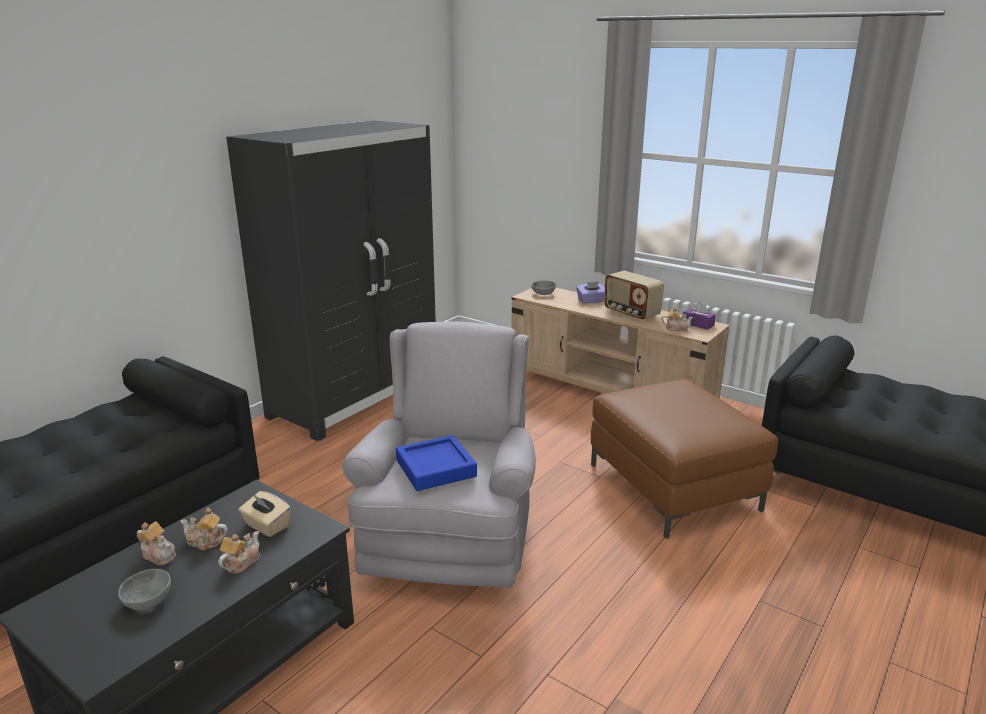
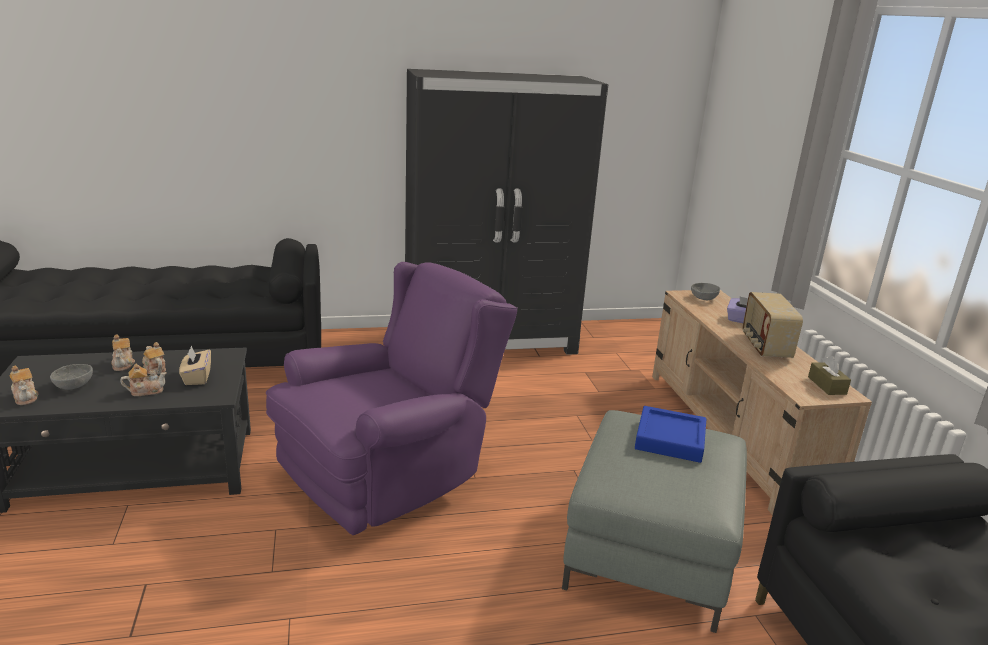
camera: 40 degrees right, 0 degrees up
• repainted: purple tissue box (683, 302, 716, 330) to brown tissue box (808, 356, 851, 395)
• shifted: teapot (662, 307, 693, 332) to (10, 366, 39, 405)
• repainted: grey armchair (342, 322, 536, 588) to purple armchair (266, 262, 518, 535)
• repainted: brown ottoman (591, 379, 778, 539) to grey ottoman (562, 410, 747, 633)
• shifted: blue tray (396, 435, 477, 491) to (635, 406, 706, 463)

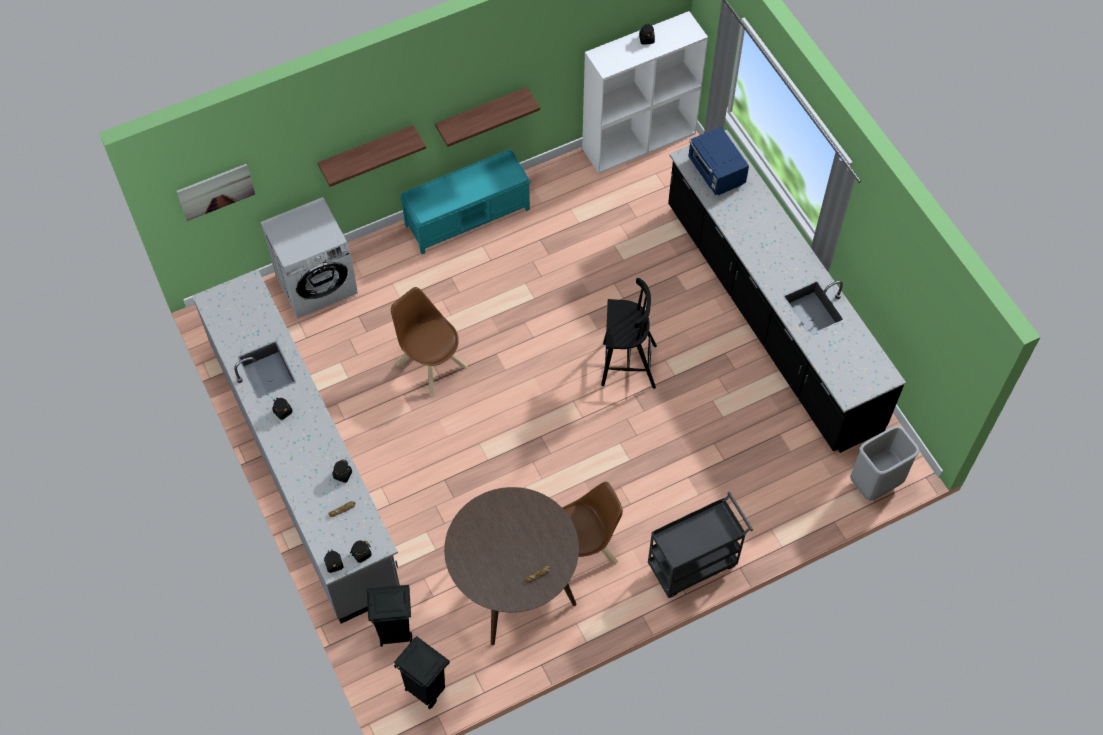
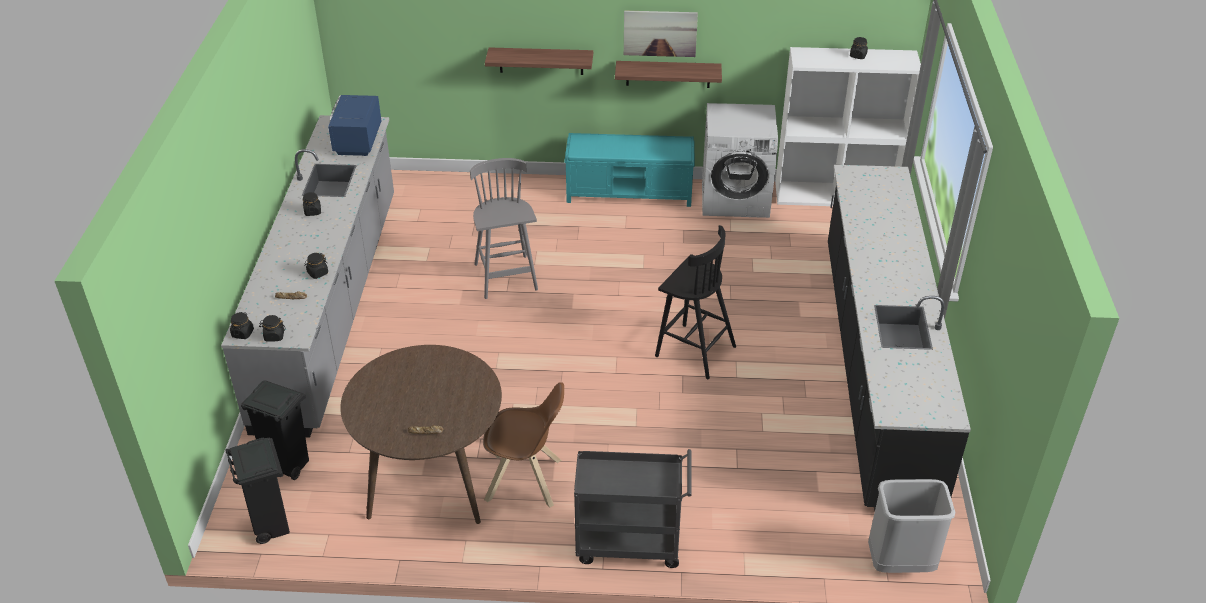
camera: 30 degrees right, 20 degrees down
• shifted: blue microwave (688, 127, 749, 195) to (328, 95, 381, 156)
• shifted: picture (177, 164, 255, 221) to (624, 10, 698, 57)
• shifted: white washing machine (261, 197, 358, 318) to (702, 103, 778, 218)
• swapped: brown chair (391, 287, 467, 397) to grey stool (470, 158, 538, 299)

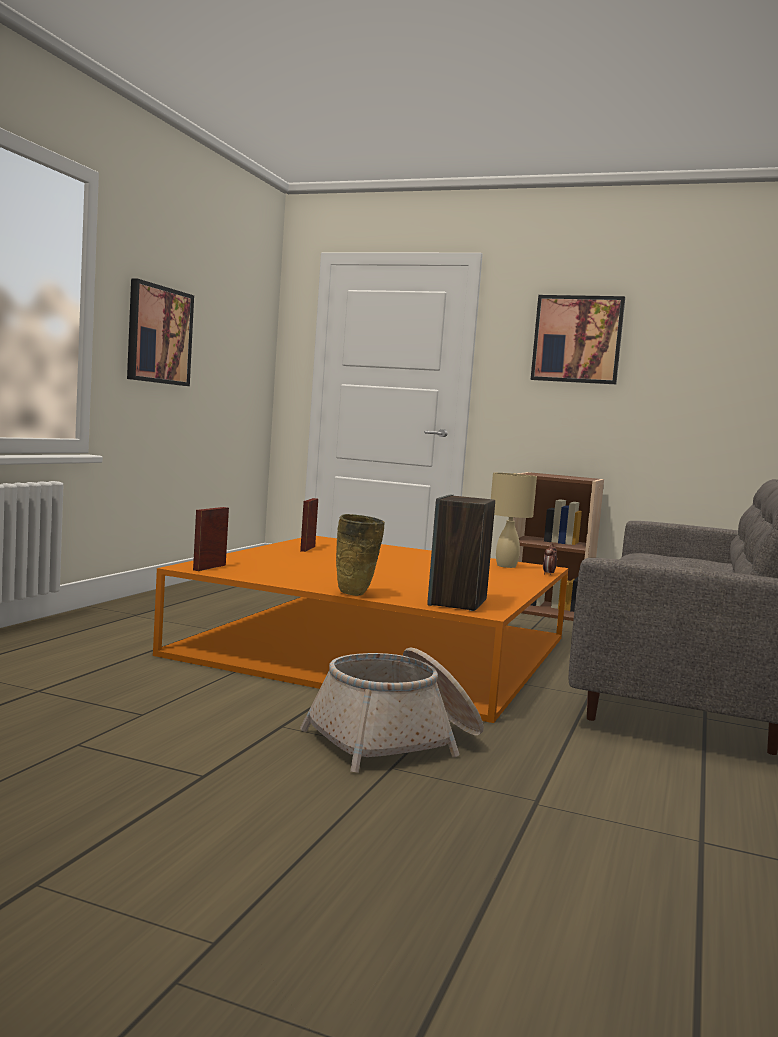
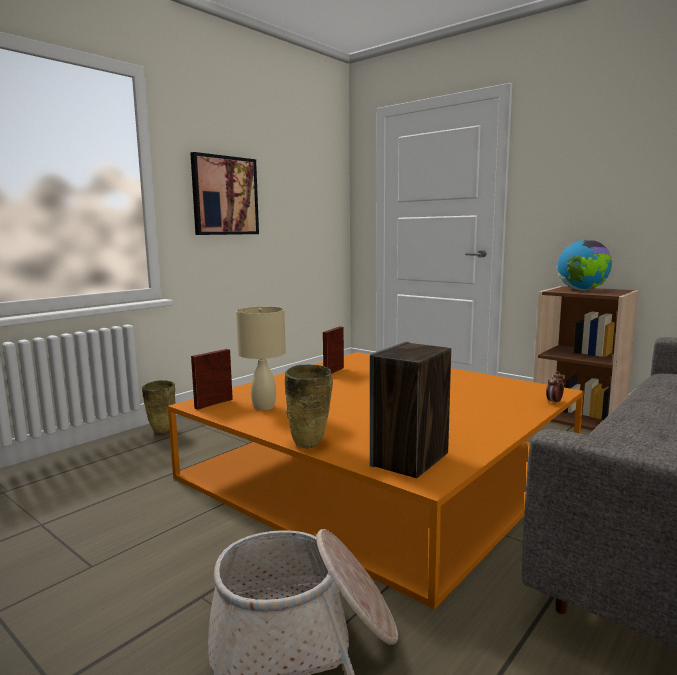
camera: 20 degrees right, 5 degrees up
• gone: picture (531, 295, 625, 384)
• shifted: beige table lamp (491, 473, 537, 568) to (236, 307, 286, 410)
• new: globe (558, 240, 612, 291)
• new: beige vase (142, 380, 175, 434)

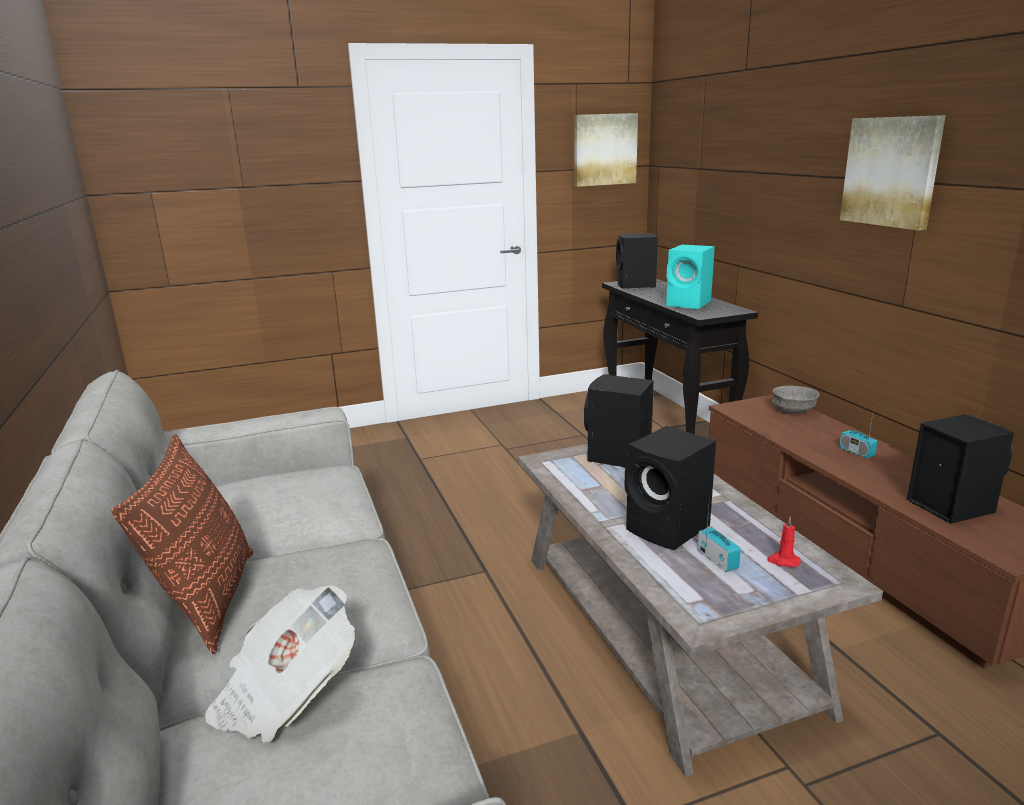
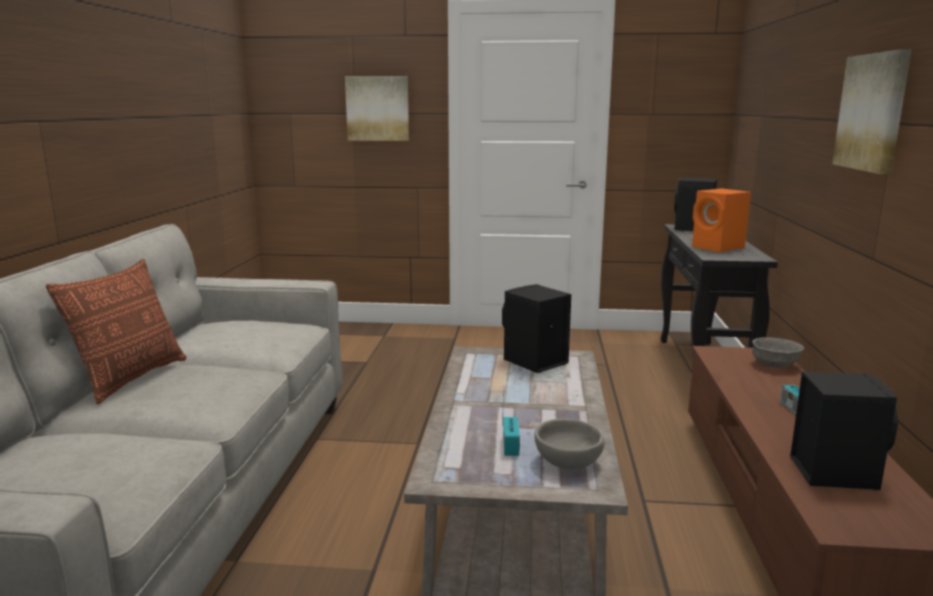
camera: 25 degrees right, 5 degrees down
• shifted: picture (574, 113, 638, 187) to (345, 76, 409, 141)
• repainted: turquoise speaker (666, 245, 715, 309) to orange speaker (692, 188, 751, 252)
• gone: black speaker (624, 426, 716, 550)
• swapped: red candle (767, 517, 801, 567) to grey bowl (534, 419, 605, 469)
• gone: newspaper (205, 586, 355, 743)

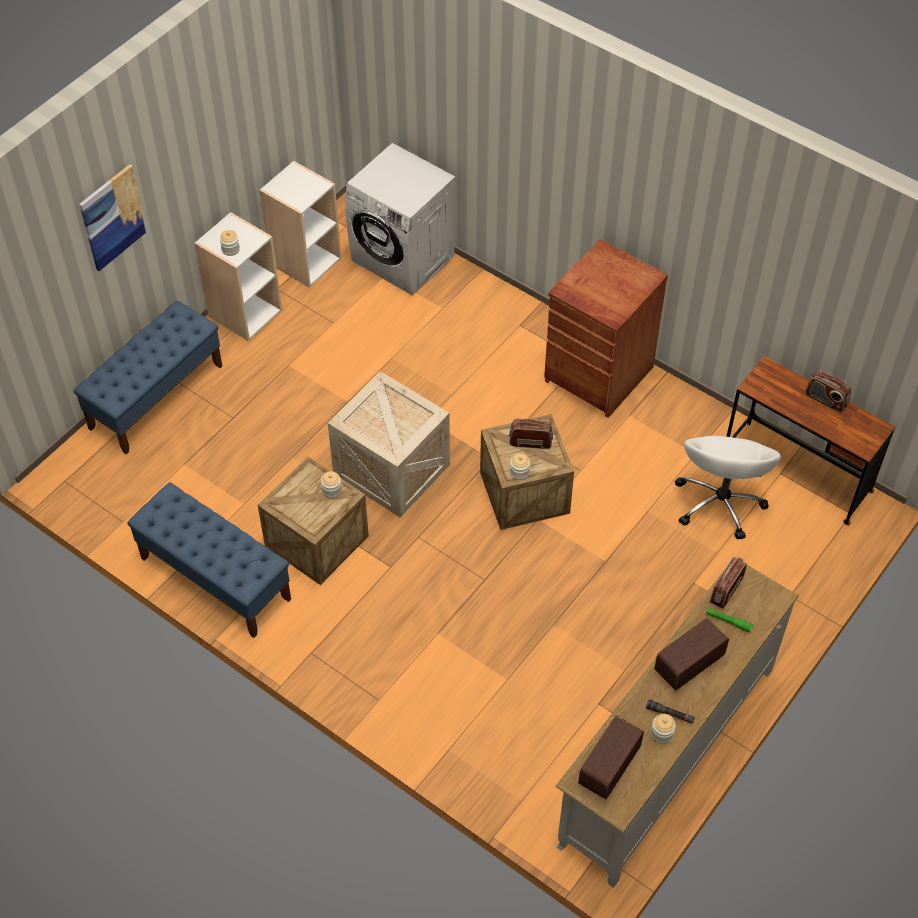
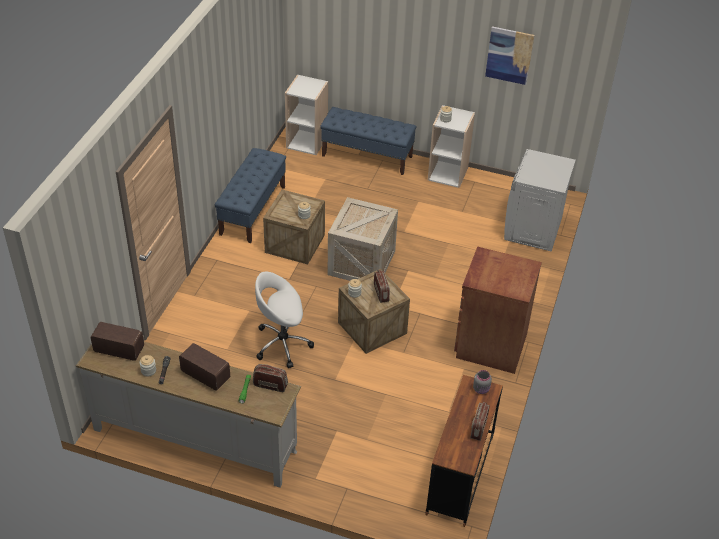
camera: 70 degrees right, 10 degrees down
• shifted: bookcase (259, 161, 341, 288) to (285, 75, 328, 155)
• shifted: picture (79, 164, 147, 271) to (485, 26, 534, 85)
• shifted: white office chair (675, 436, 781, 539) to (255, 271, 314, 368)
• new: grey jar (473, 370, 492, 394)

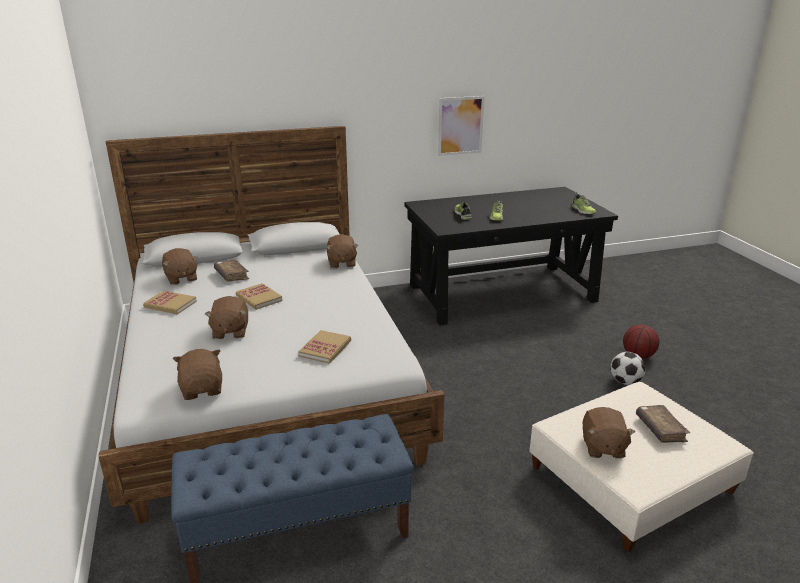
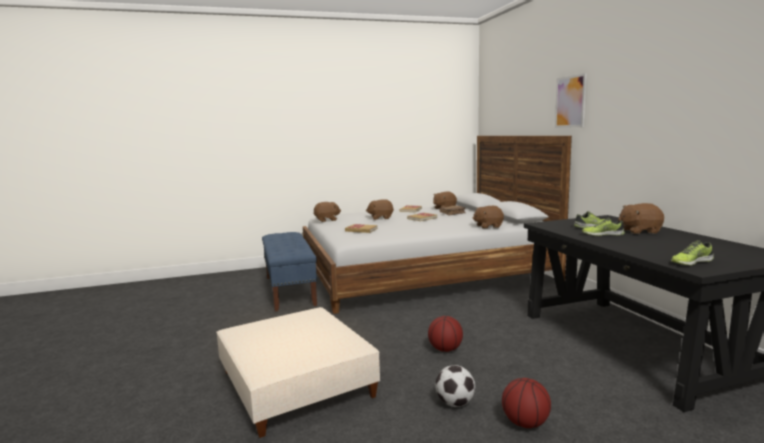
camera: 90 degrees right, 15 degrees down
• shifted: picture (438, 96, 485, 156) to (555, 73, 586, 128)
• gone: brown book (636, 405, 690, 443)
• shifted: brown plush toy (583, 407, 635, 459) to (618, 203, 664, 234)
• new: basketball (428, 316, 463, 352)

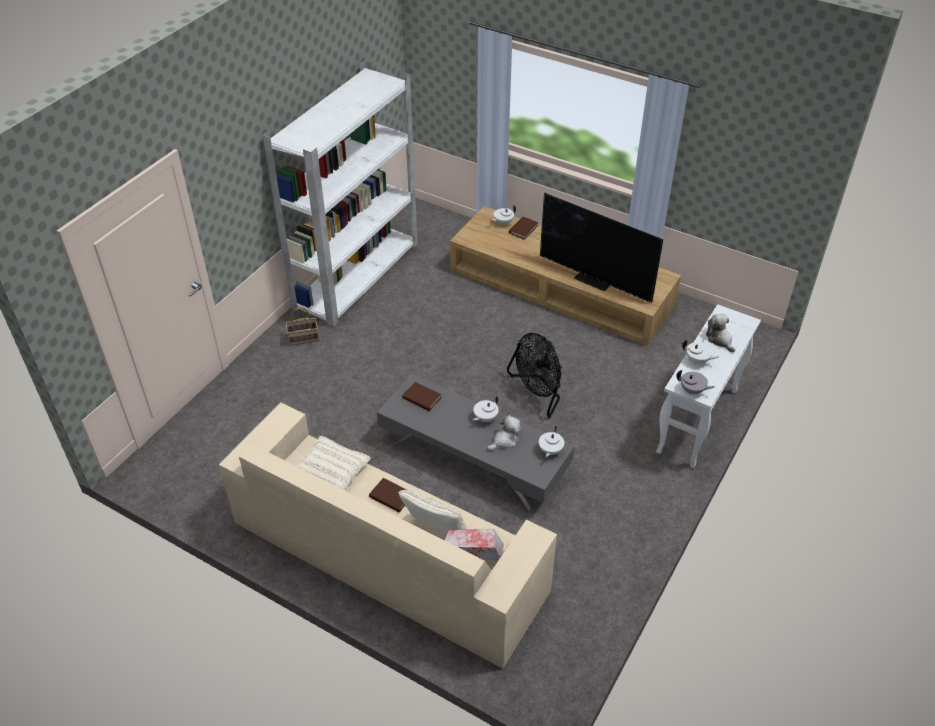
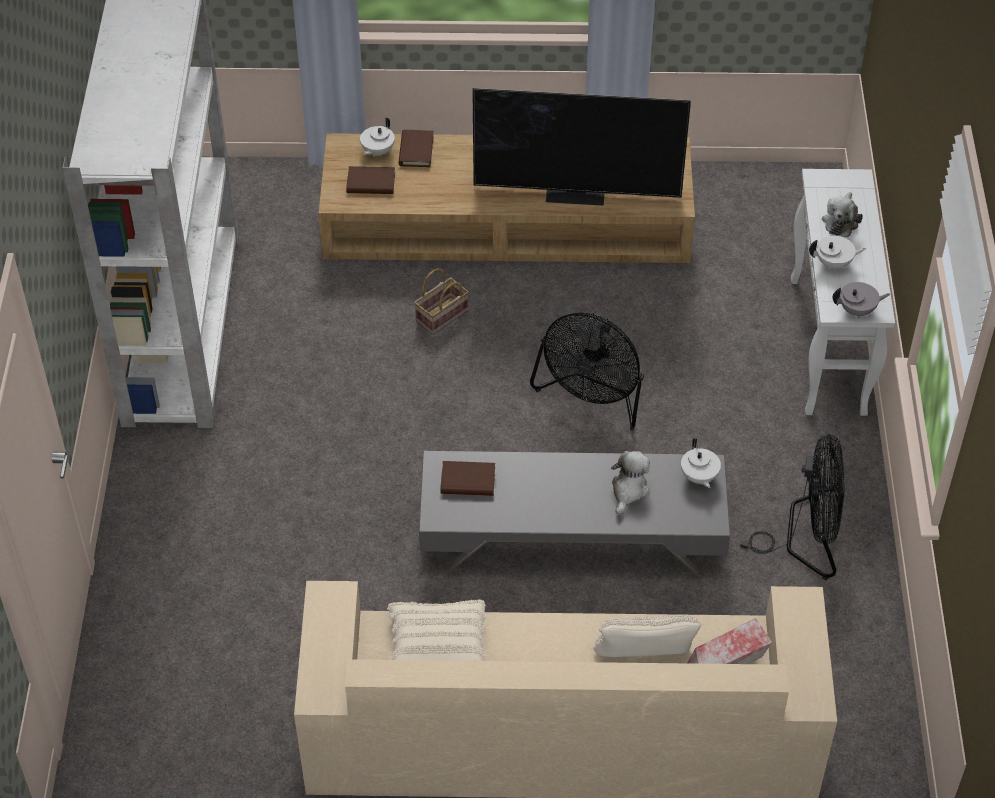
camera: 30 degrees left, 5 degrees up
• shifted: basket (285, 308, 319, 346) to (414, 269, 469, 335)
• rotated: plush toy (706, 314, 735, 352) = (822, 192, 863, 237) 105 degrees counterclockwise
• gone: white teapot (473, 396, 499, 422)
• shifted: brown book (369, 478, 407, 512) to (346, 166, 395, 194)
• new: black fan (738, 434, 845, 581)

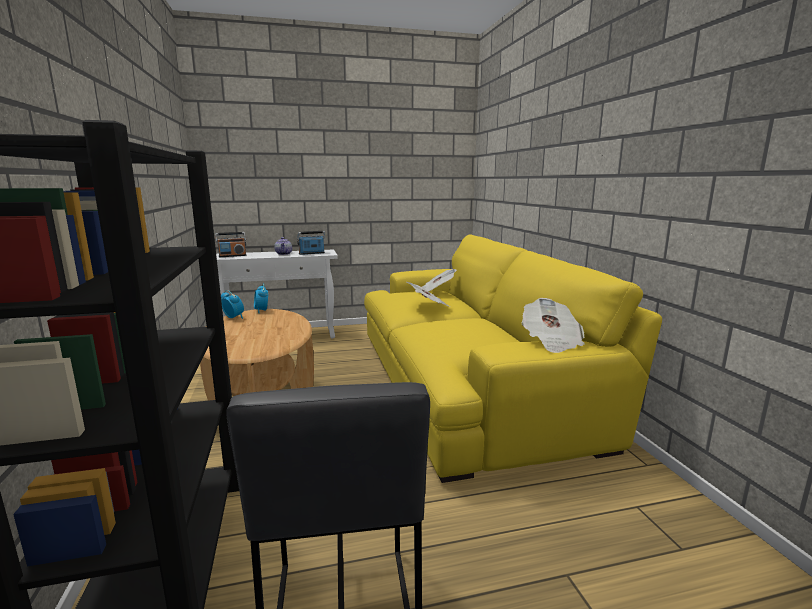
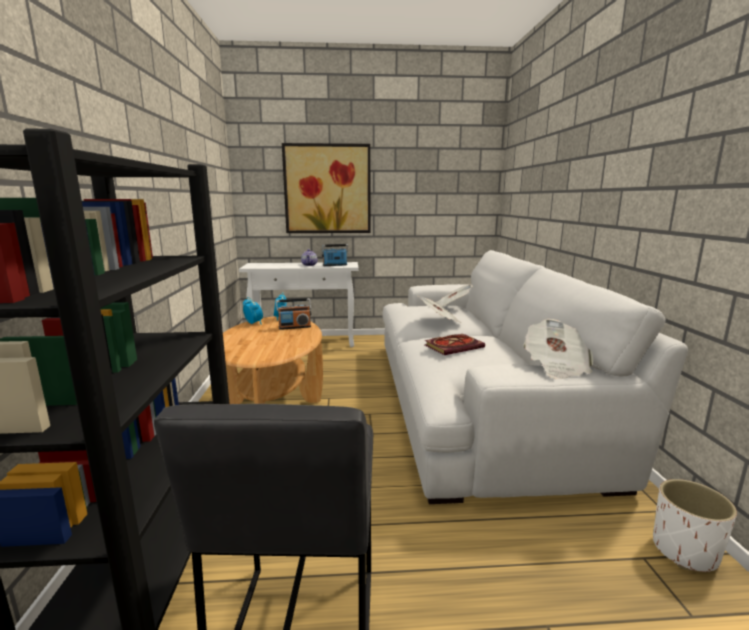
camera: 10 degrees right, 0 degrees up
• shifted: radio (215, 232, 247, 257) to (276, 298, 311, 330)
• repainted: yellow sofa (364, 234, 662, 483) to white sofa (382, 250, 688, 504)
• new: picture (282, 143, 371, 233)
• new: book (425, 334, 485, 355)
• new: white planter (653, 479, 737, 572)

